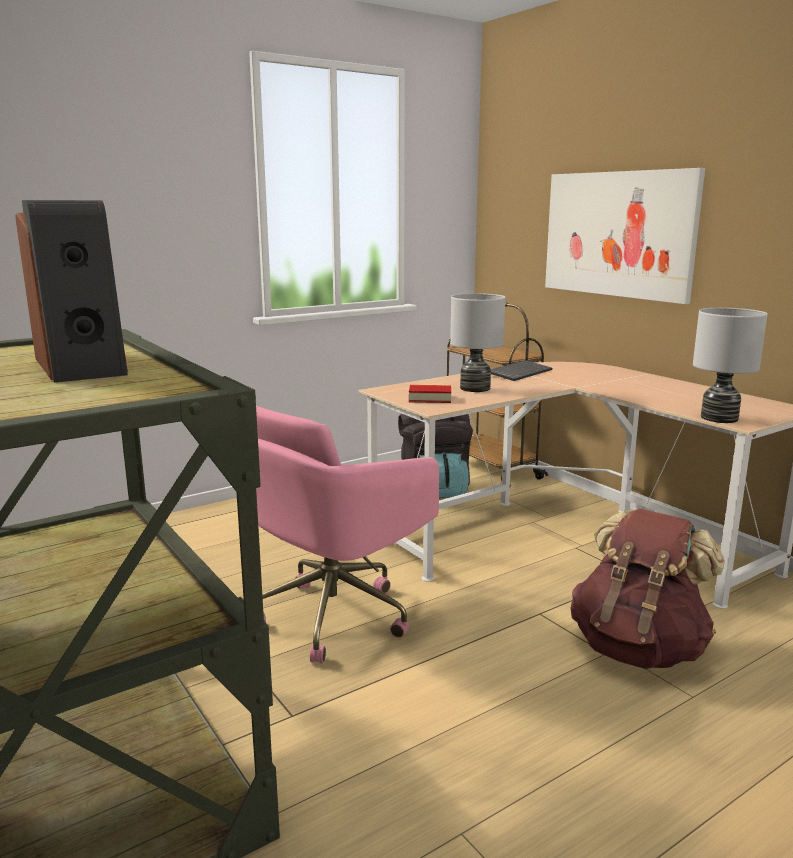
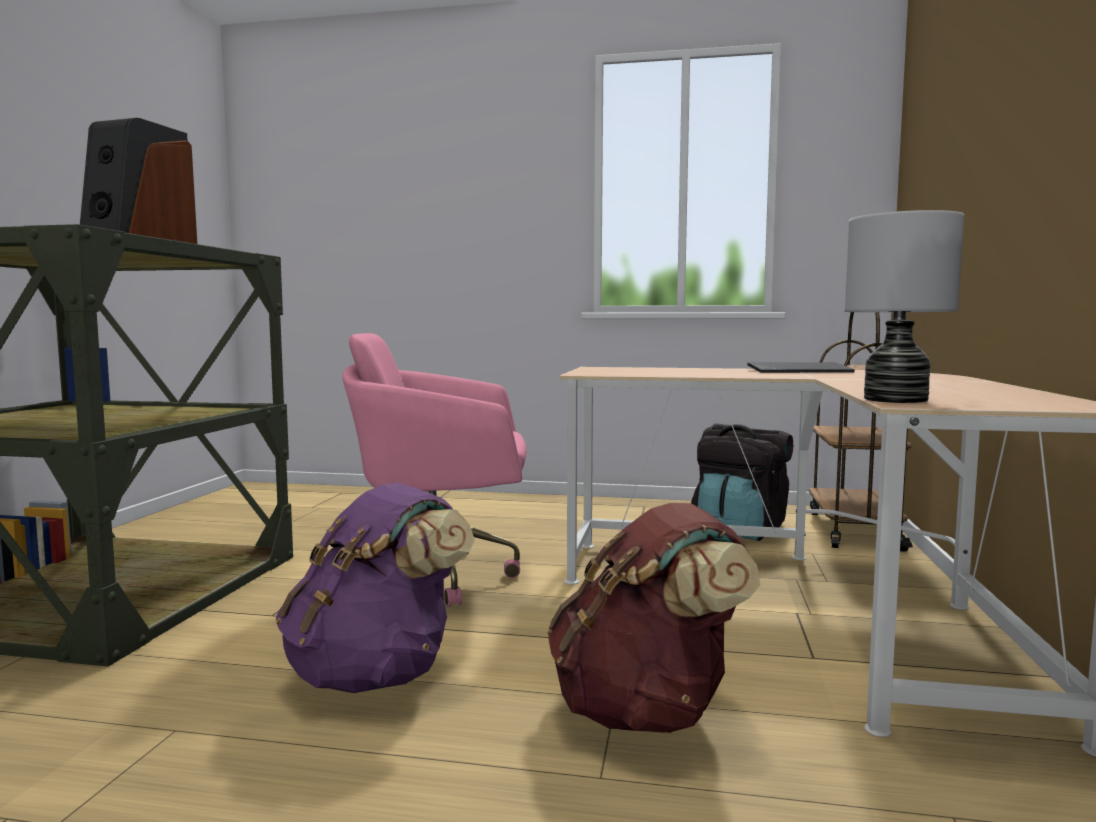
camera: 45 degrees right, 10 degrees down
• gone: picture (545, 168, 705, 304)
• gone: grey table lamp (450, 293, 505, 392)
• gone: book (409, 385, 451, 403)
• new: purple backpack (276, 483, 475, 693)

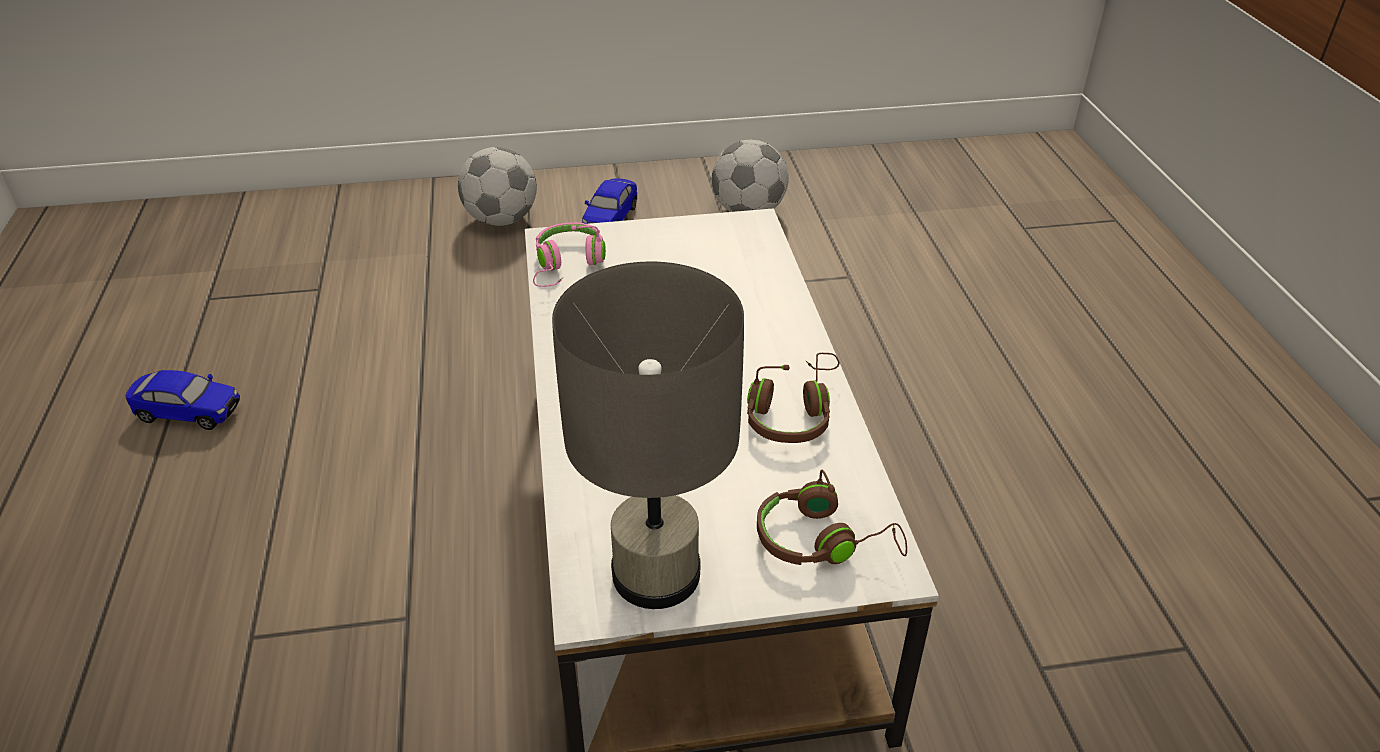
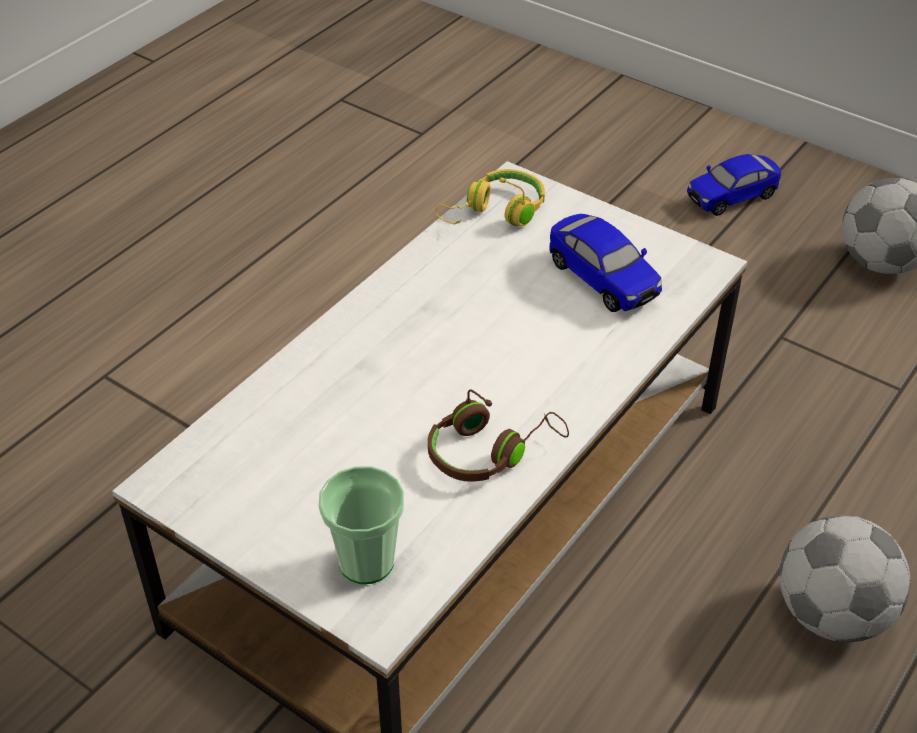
camera: 45 degrees right, 5 degrees up
• shifted: football (458, 147, 537, 226) to (779, 515, 911, 642)
• repainted: pink headphones (533, 222, 606, 287) to yellow headphones (435, 169, 545, 226)
• gone: grey table lamp (552, 262, 744, 609)
• shifted: toy car (125, 370, 240, 430) to (550, 214, 662, 312)
• swapped: brown headphones (757, 470, 907, 565) to cup (319, 466, 404, 584)

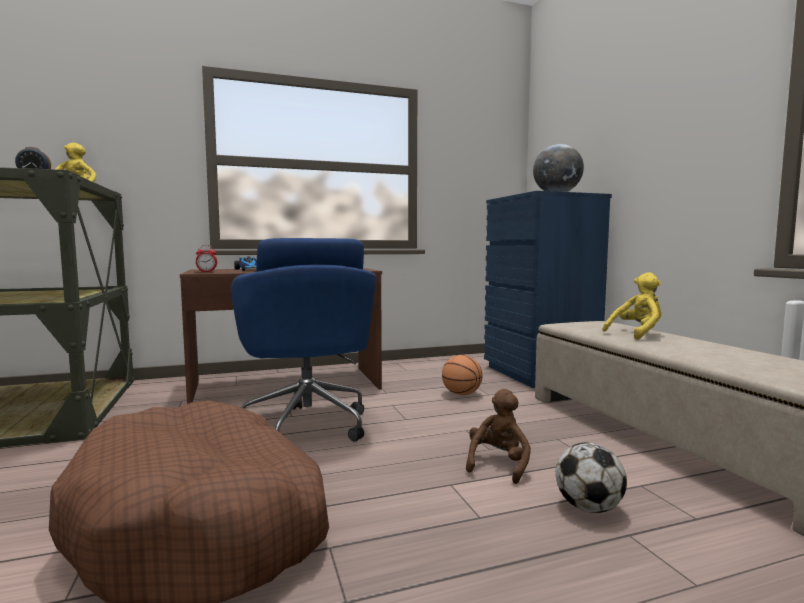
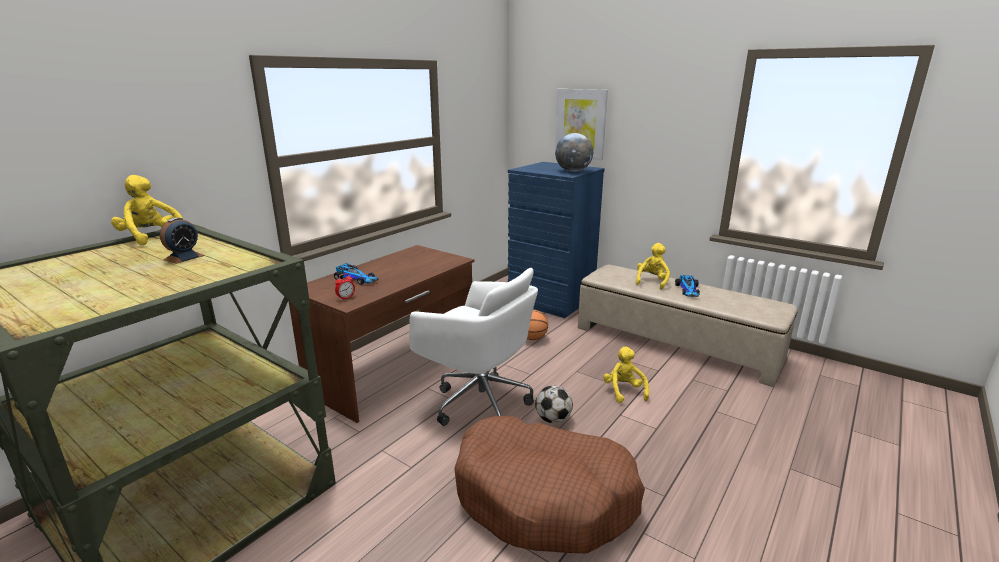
camera: 35 degrees left, 15 degrees up
• repainted: blue office chair (231, 238, 376, 442) to white office chair (409, 268, 538, 426)
• repainted: brown plush toy (466, 389, 531, 484) to yellow plush toy (603, 347, 649, 403)
• shifted: football (556, 442, 627, 513) to (535, 385, 573, 423)
• new: picture (555, 89, 608, 160)
• new: toy car (675, 275, 700, 297)

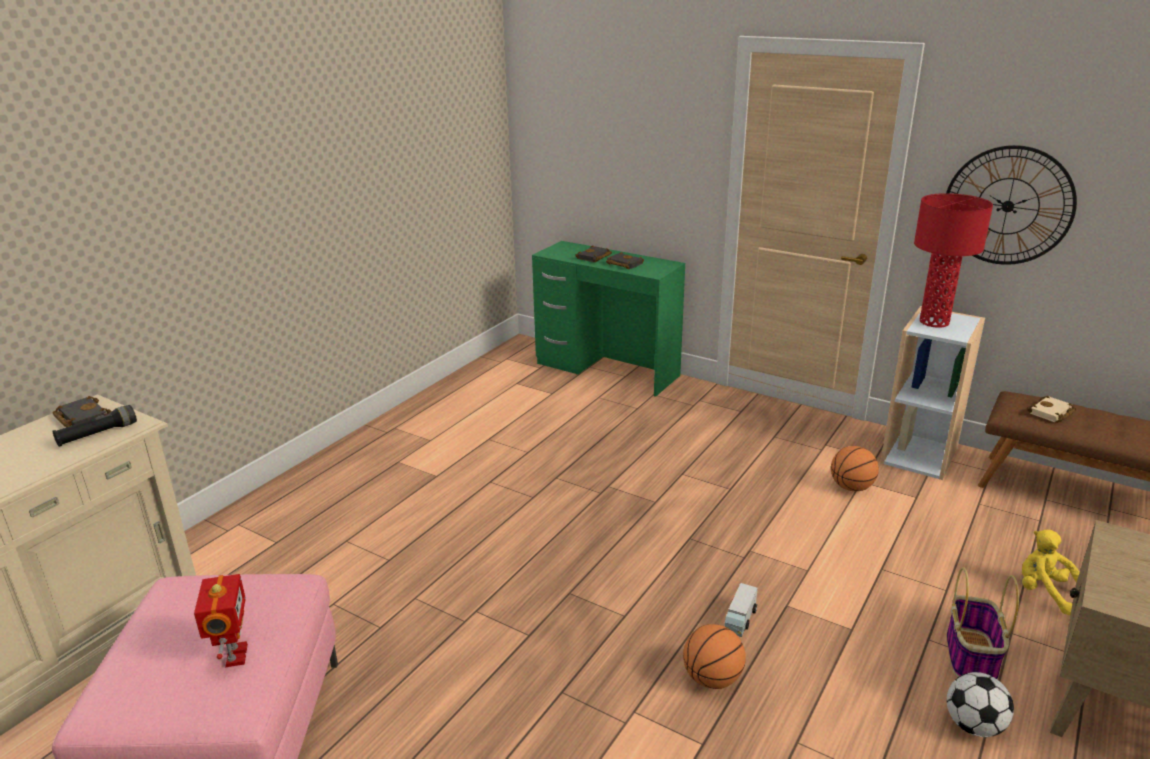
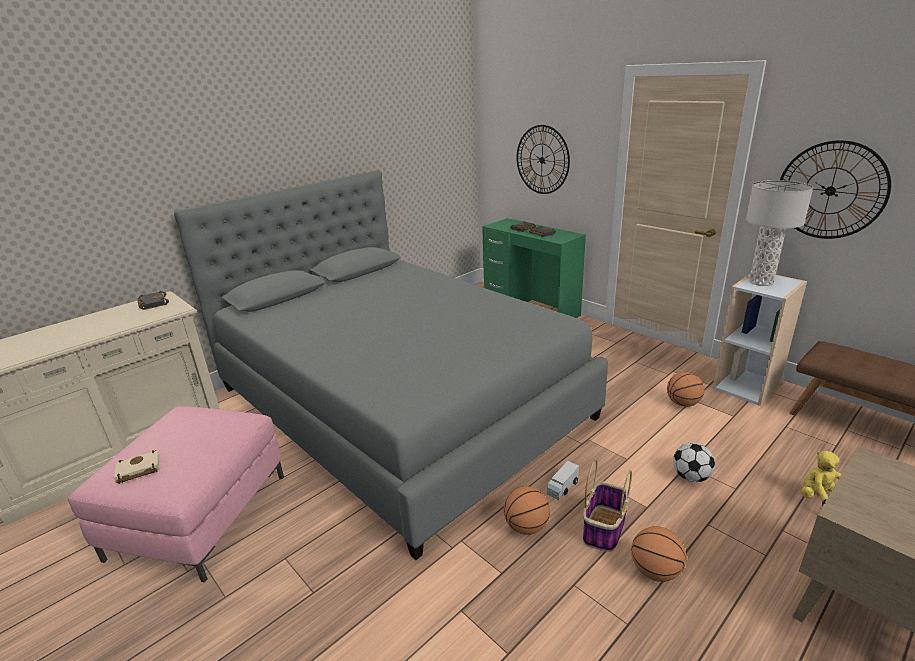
camera: 15 degrees right, 0 degrees up
• repainted: red table lamp (914, 193, 993, 328) to white table lamp (746, 180, 813, 286)
• shifted: beige book (1027, 396, 1076, 423) to (114, 450, 160, 484)
• gone: black flashlight (52, 405, 137, 447)
• shifted: basket (947, 567, 1019, 679) to (583, 459, 632, 552)
• gone: toy robot (194, 574, 248, 668)
• shifted: football (947, 672, 1014, 737) to (673, 443, 715, 482)
• new: wall clock (517, 125, 570, 194)
• new: grey bed (174, 170, 608, 560)
• new: basketball (631, 526, 686, 582)

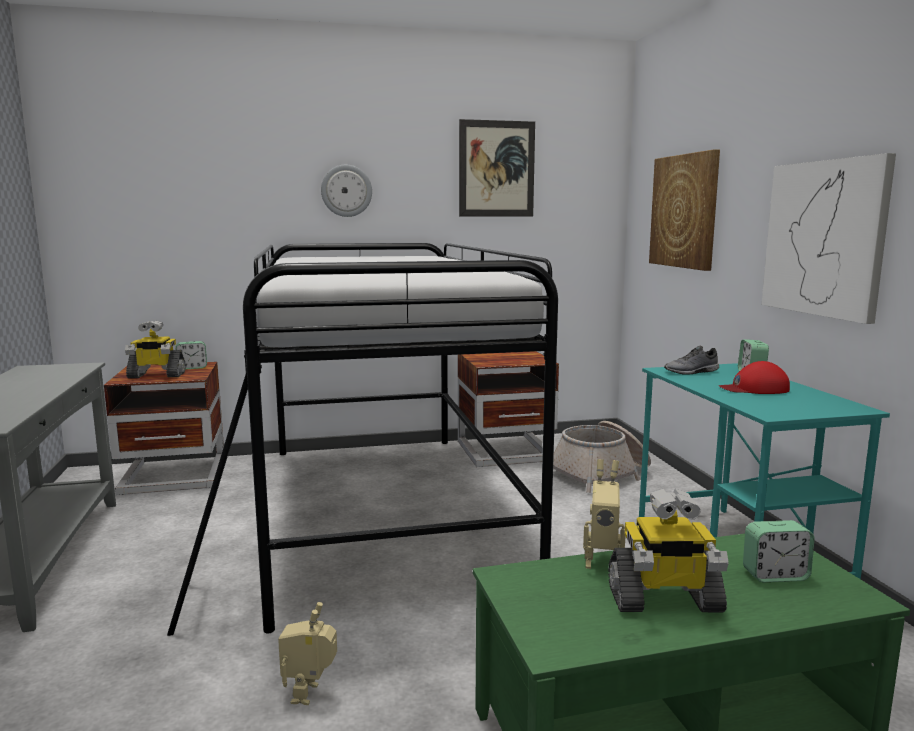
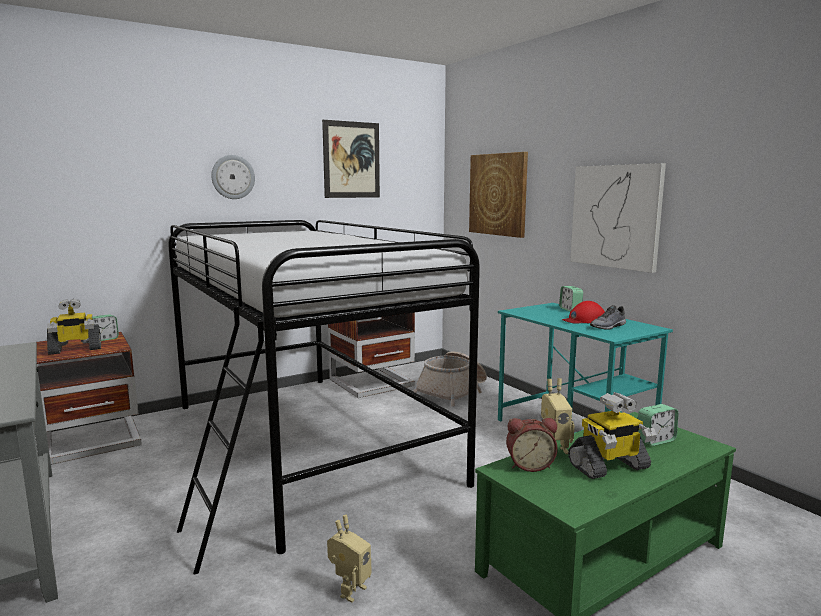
camera: 20 degrees left, 0 degrees up
• shifted: grey shoe (664, 346, 719, 375) to (590, 305, 626, 330)
• rotated: toy robot (278, 602, 337, 705) = (327, 515, 371, 603) 135 degrees counterclockwise
• new: alarm clock (506, 418, 558, 472)

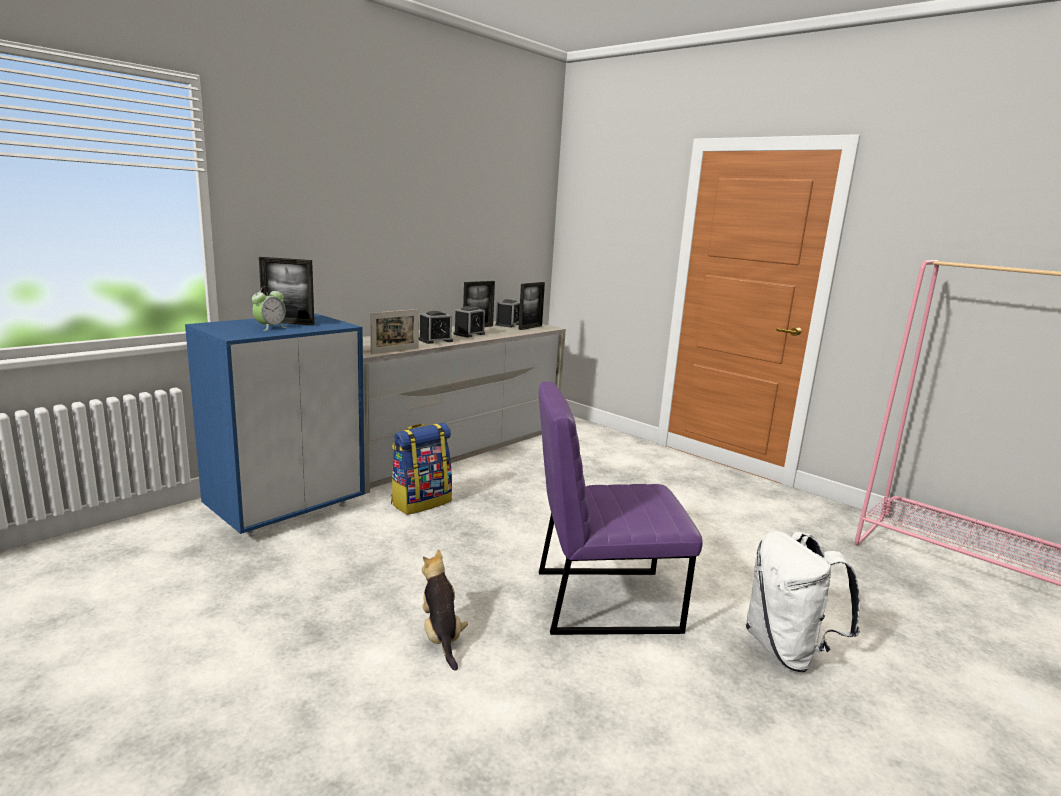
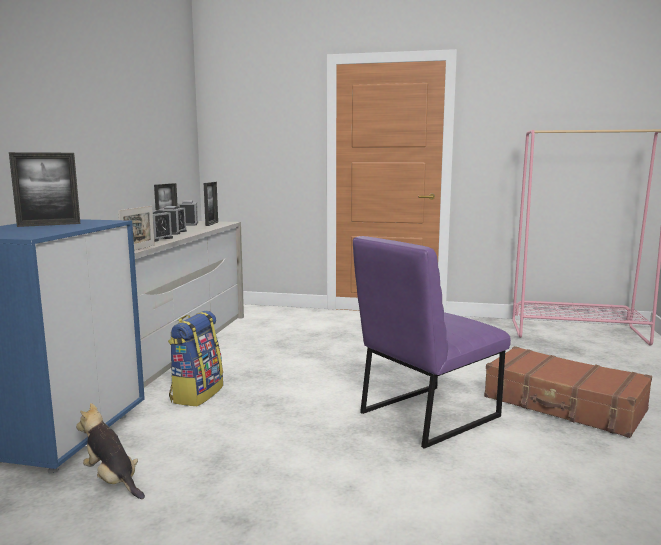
camera: 30 degrees left, 5 degrees down
• gone: alarm clock (252, 286, 287, 331)
• swapped: white backpack (746, 531, 860, 672) to brown suitcase (484, 346, 652, 438)
• shifted: plush toy (422, 550, 468, 671) to (76, 403, 145, 499)

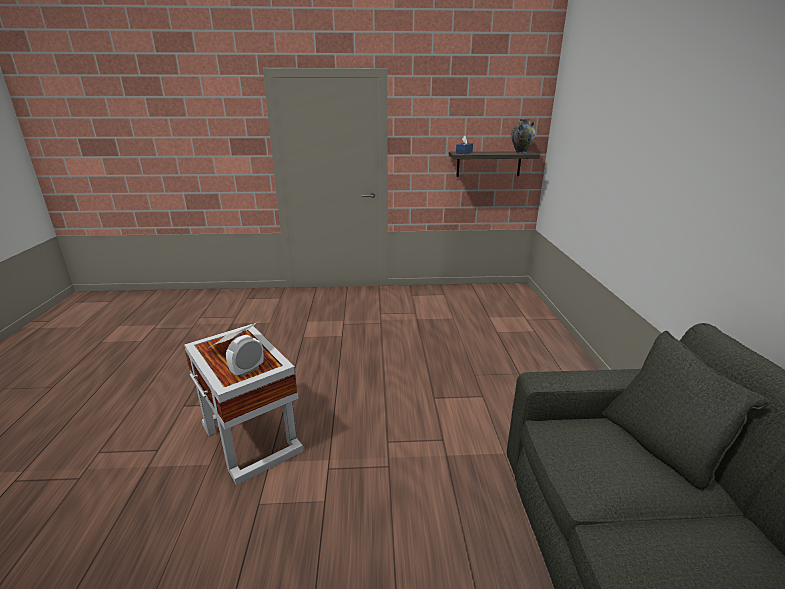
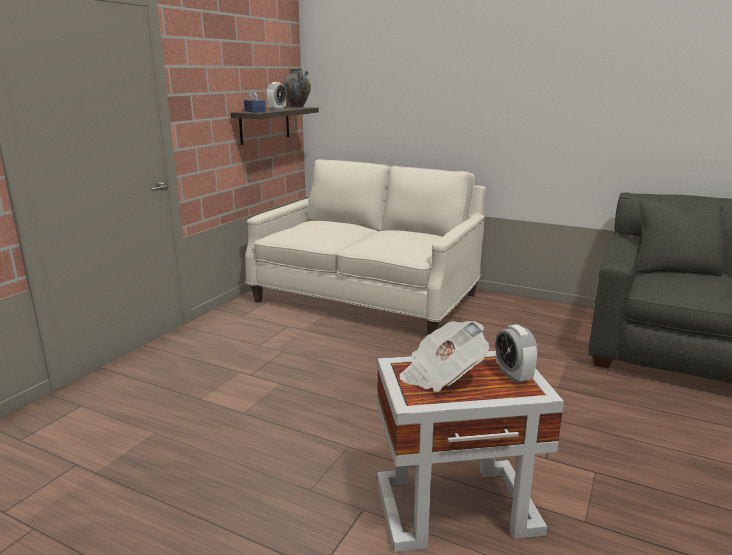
camera: 60 degrees left, 5 degrees down
• new: alarm clock (266, 82, 287, 110)
• new: white sofa (245, 159, 486, 335)

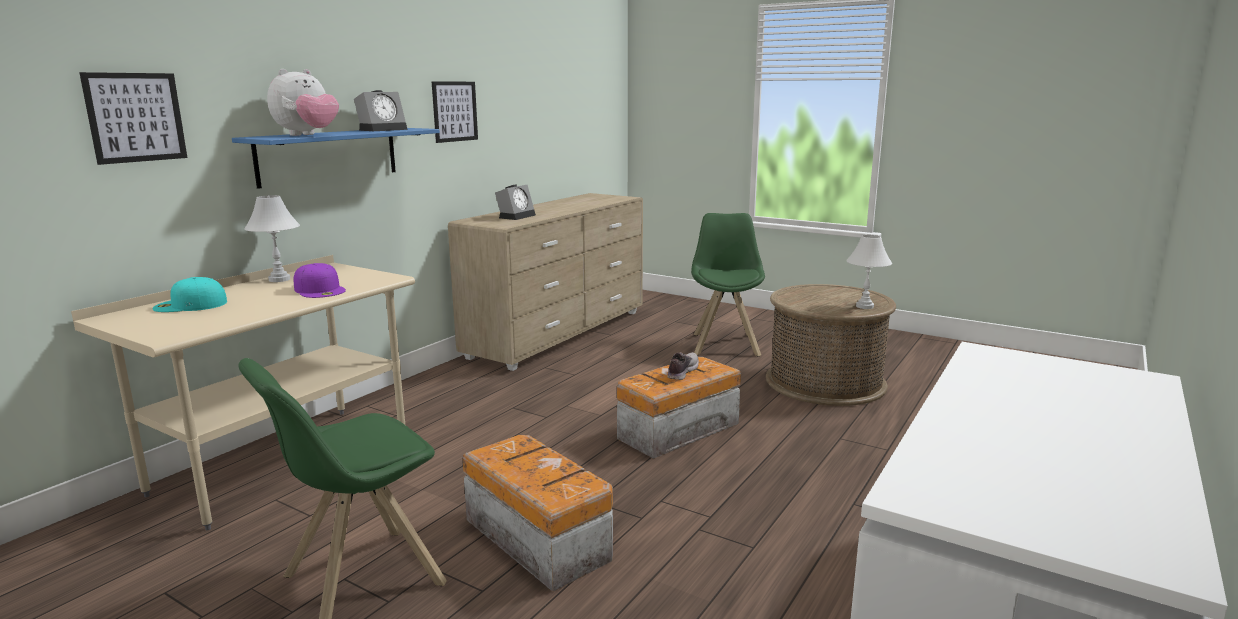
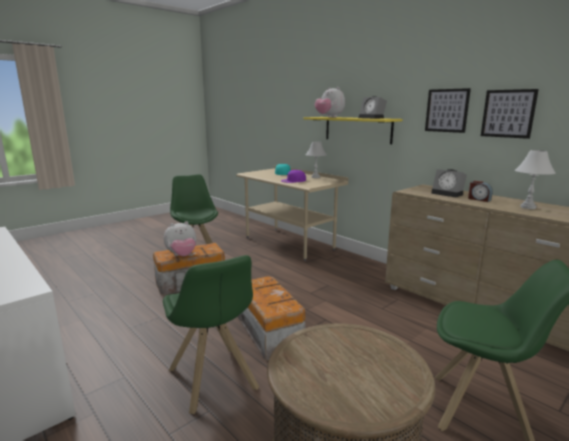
camera: 105 degrees right, 0 degrees up
• shifted: picture (79, 72, 187, 165) to (481, 89, 539, 139)
• repainted: blue shelf (232, 128, 440, 189) to yellow shelf (304, 117, 402, 144)
• shifted: white table lamp (846, 235, 892, 309) to (515, 150, 556, 209)
• gone: shoe (667, 352, 699, 380)
• new: alarm clock (468, 181, 493, 202)
• new: plush toy (164, 221, 196, 256)
• new: green chair (163, 255, 259, 414)

